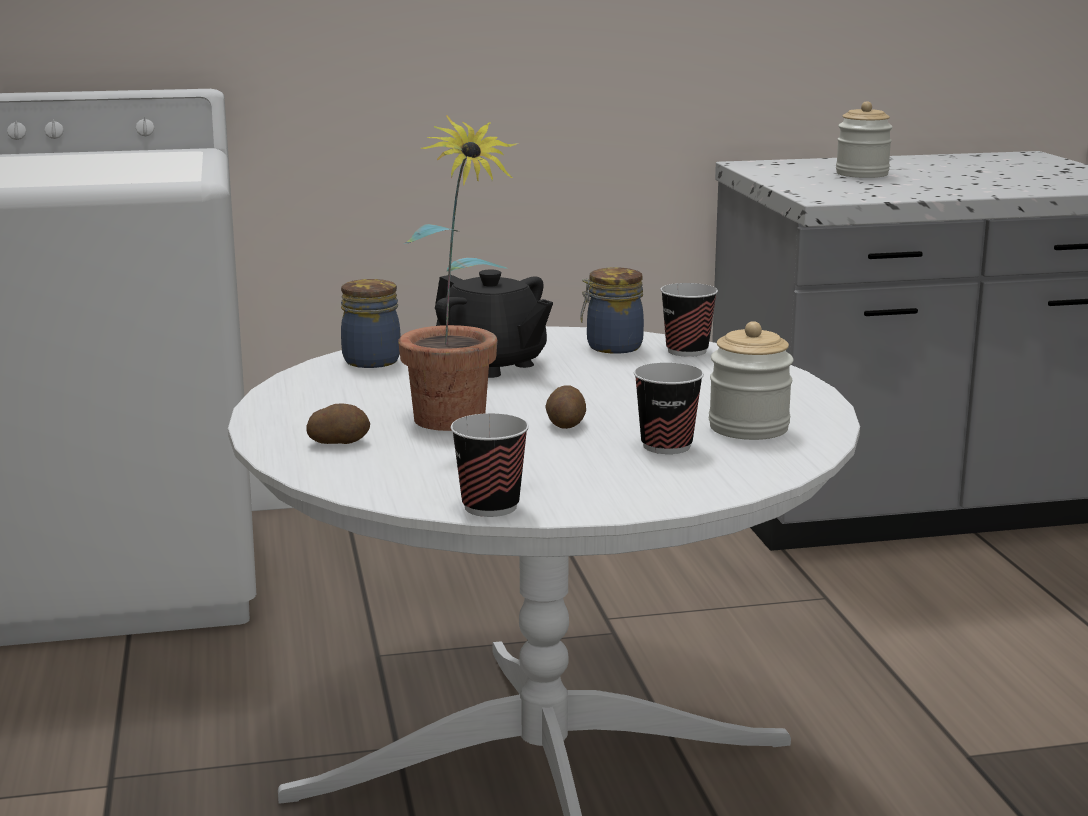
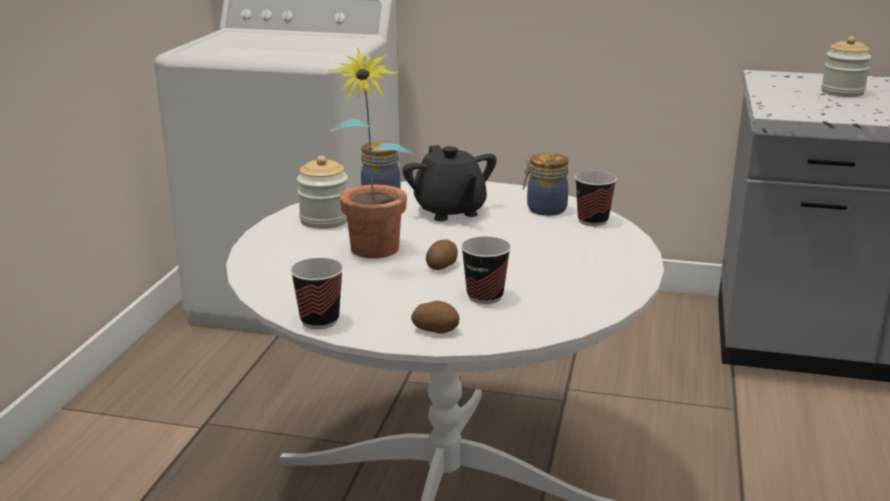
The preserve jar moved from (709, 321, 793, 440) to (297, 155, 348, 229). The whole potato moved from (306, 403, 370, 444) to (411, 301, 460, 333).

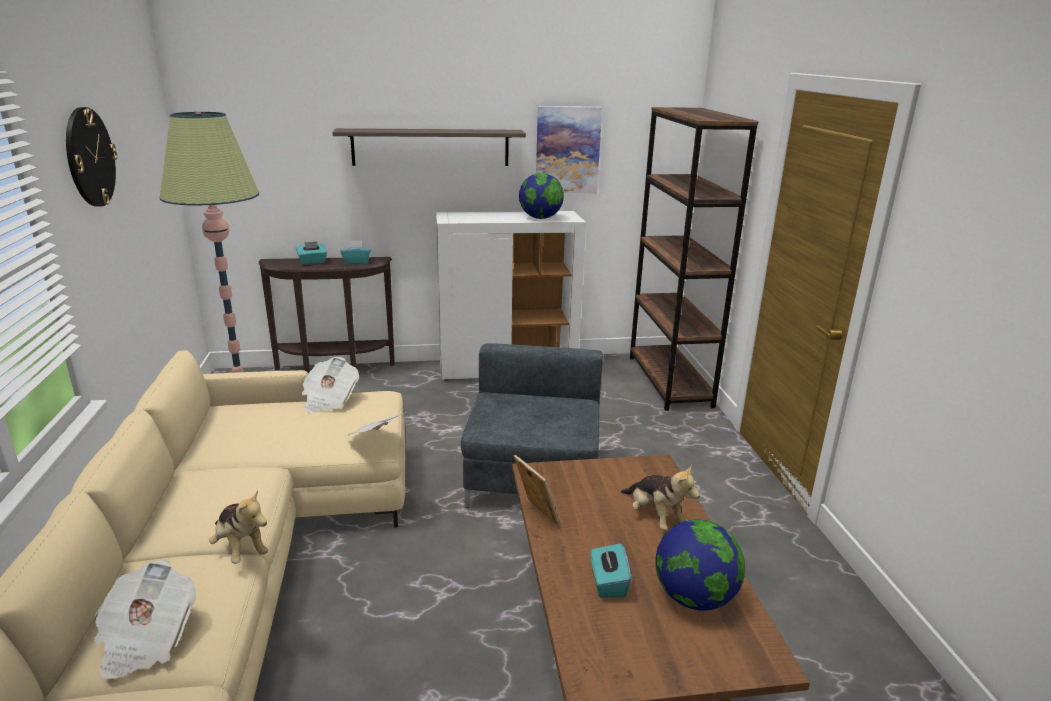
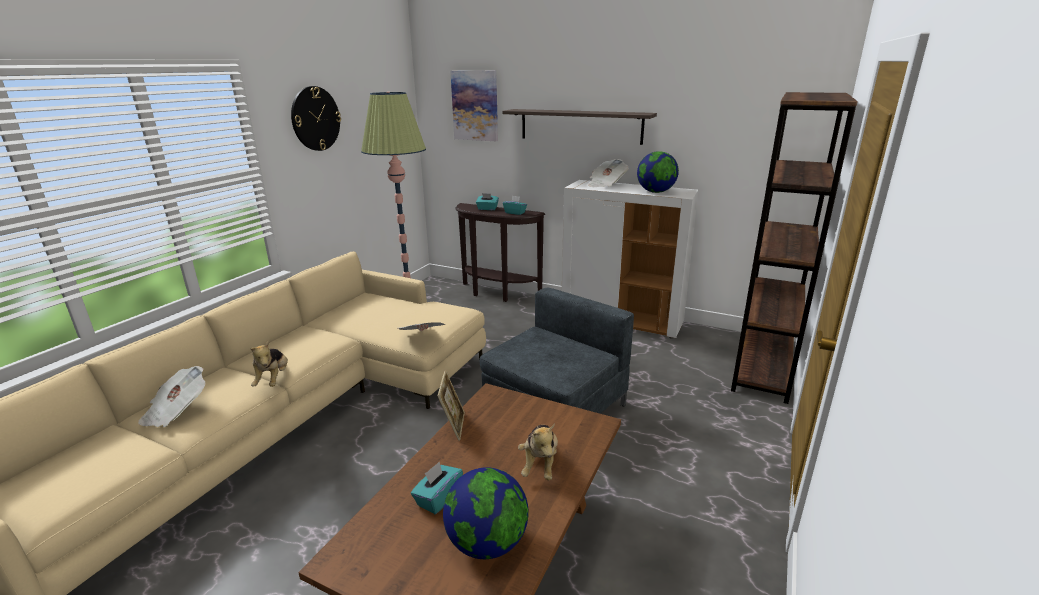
The wall picture moved from (536, 106, 602, 194) to (450, 70, 498, 141). The daily paper moved from (302, 357, 359, 413) to (588, 159, 628, 187).

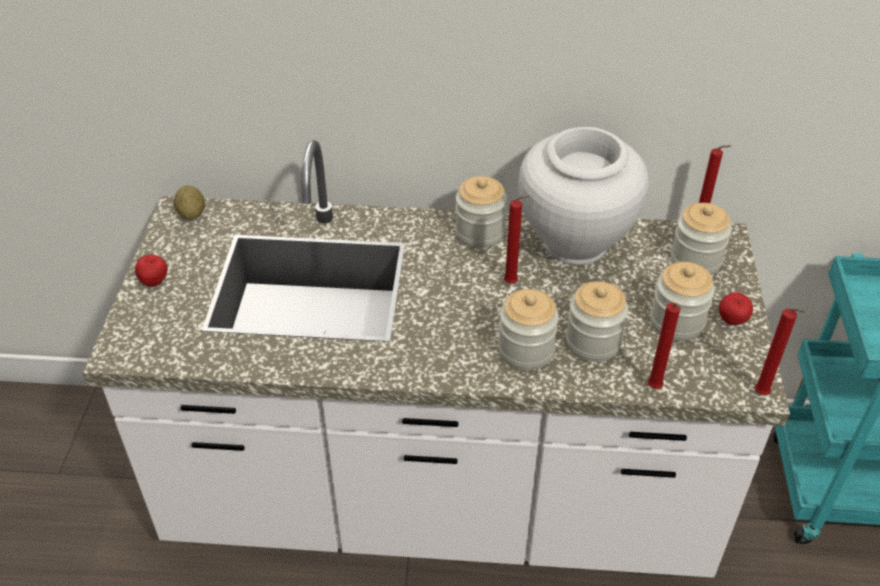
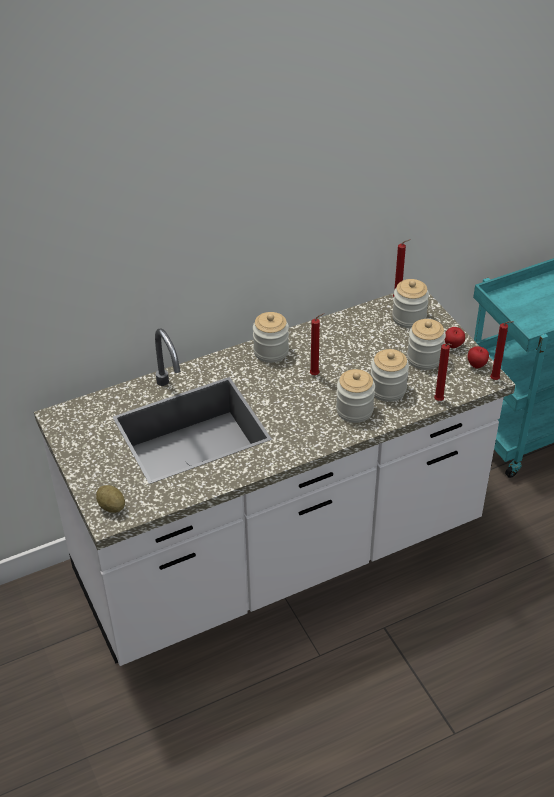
The white-coloured flower vase at (518, 127, 649, 265) disappeared. The whole potato moved from (174, 185, 205, 220) to (96, 485, 125, 513). The apple moved from (135, 255, 168, 287) to (467, 346, 489, 369).

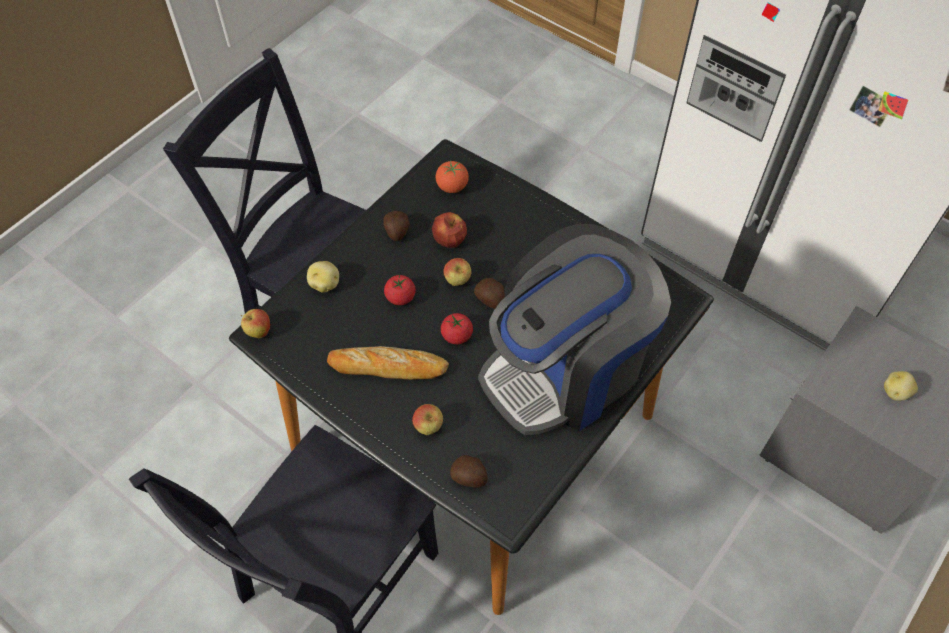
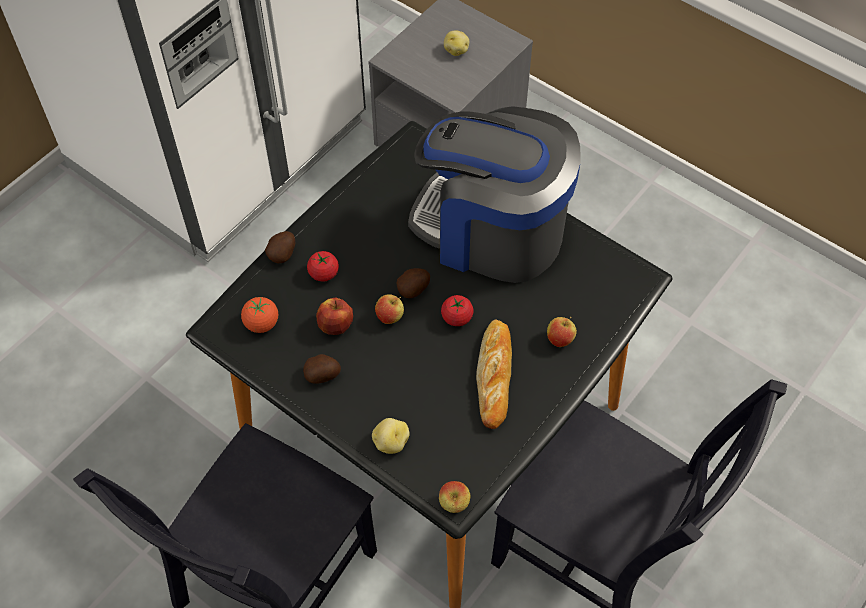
The coffee brewer at (478, 224, 671, 435) turned 150 degrees clockwise. The fresh tomato moved from (384, 275, 416, 305) to (307, 251, 339, 282). The whole potato moved from (450, 455, 488, 488) to (265, 231, 295, 263).

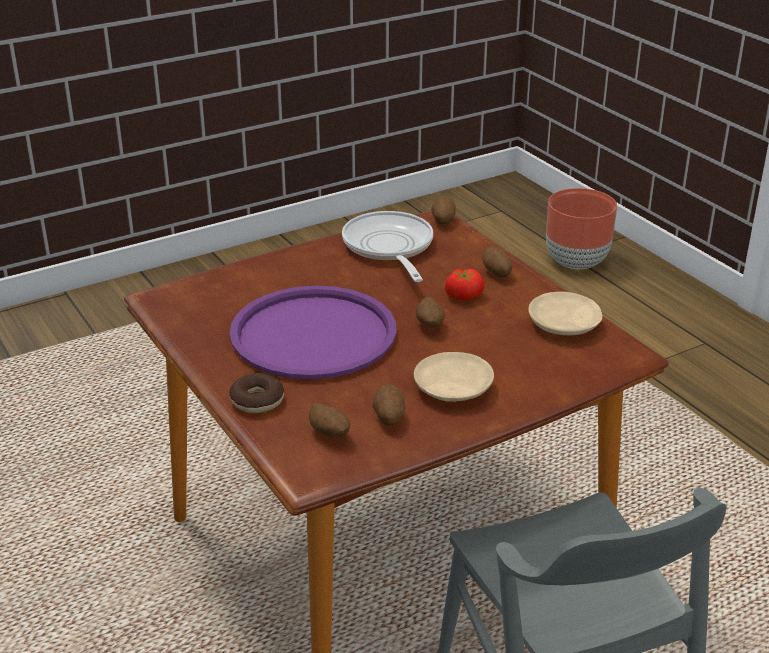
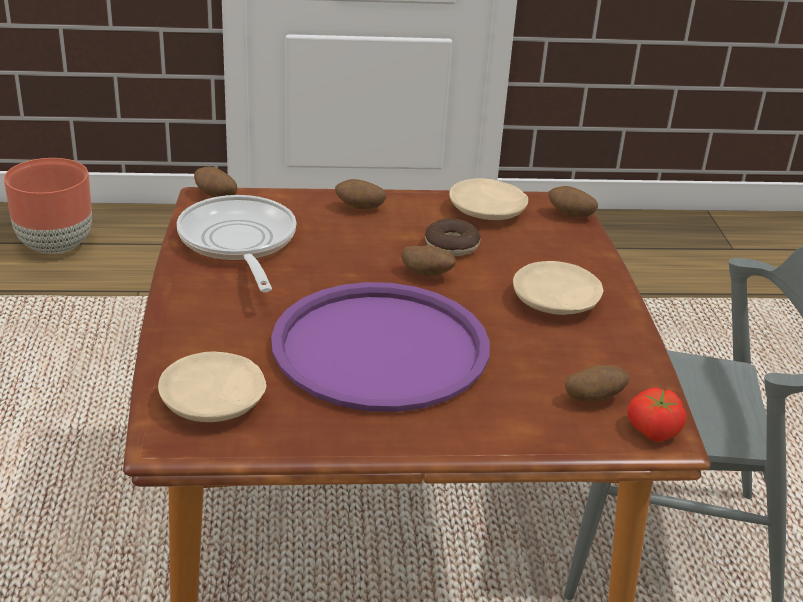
The pan at (342, 211, 433, 282) turned 60 degrees clockwise. The fresh tomato moved from (445, 269, 485, 300) to (627, 387, 687, 442). The donut moved from (229, 373, 284, 413) to (425, 219, 481, 256). The whole potato moved from (373, 384, 405, 426) to (548, 186, 598, 217). The beige flat dish at (158, 352, 266, 422) appeared.

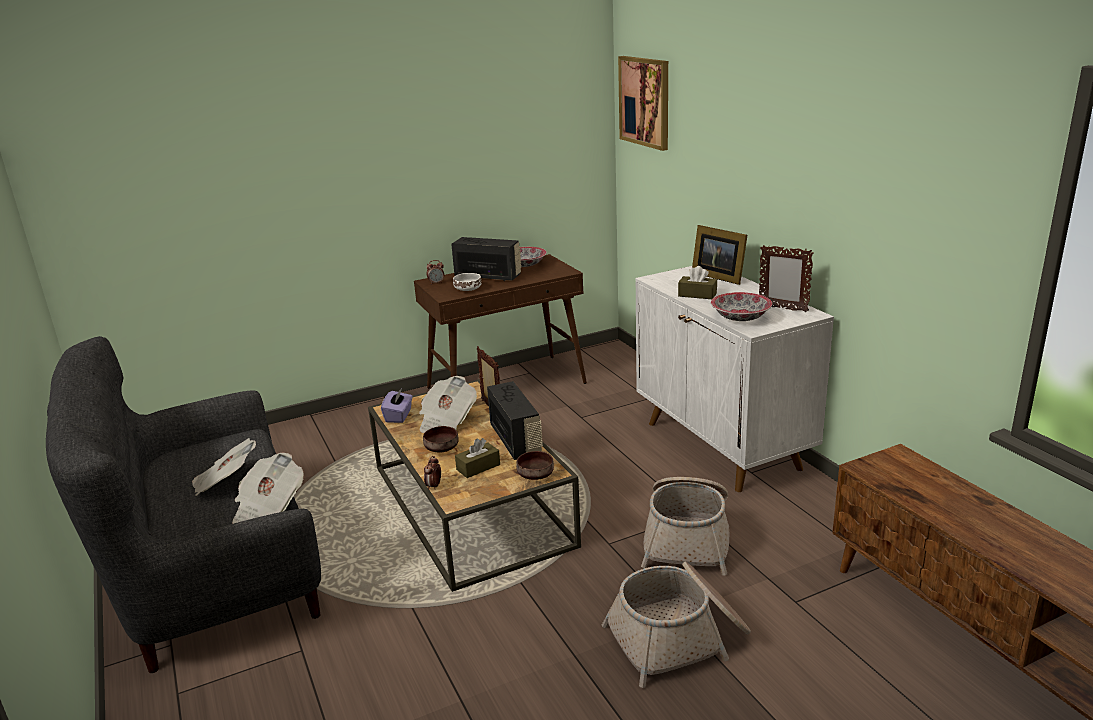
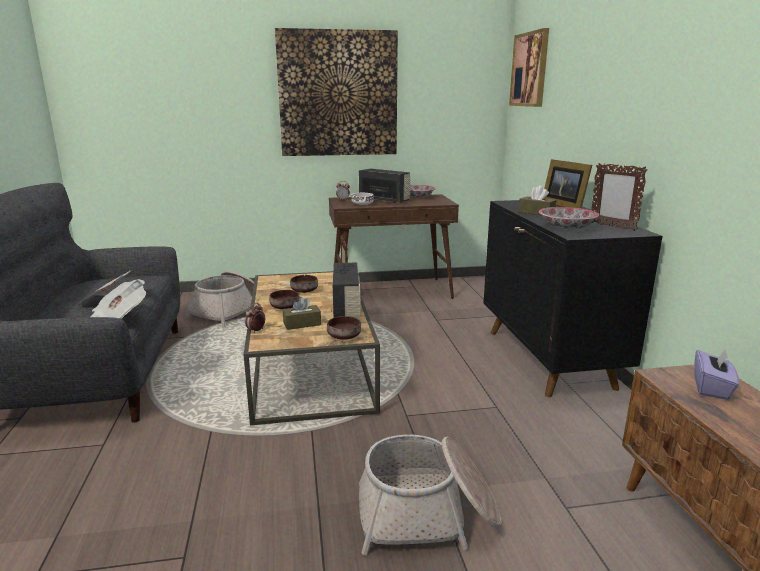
The white-coloured storage cabinet at (636, 266, 834, 492) became the blackish storage cabinet at (483, 200, 663, 397). The daily paper at (419, 376, 477, 433) was replaced by the brownish deep dish at (290, 275, 318, 293). The purple-coloured tissue holder moved from (381, 388, 413, 423) to (694, 349, 739, 400). The basket moved from (641, 477, 729, 576) to (185, 271, 254, 327). The wall picture at (275, 28, 398, 156) appeared.

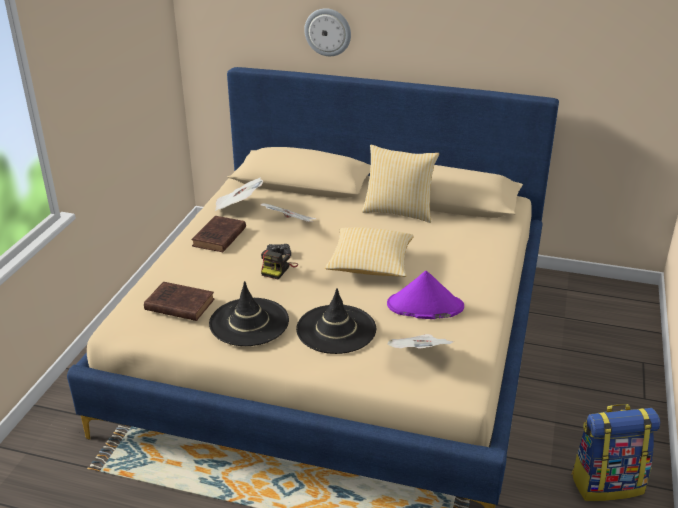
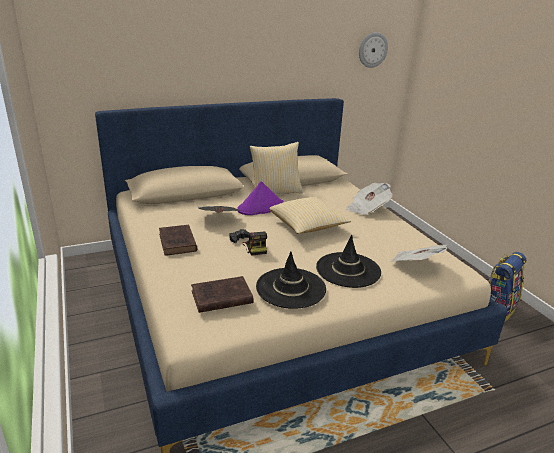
The clock on the wall moved from (304, 8, 351, 56) to (359, 32, 388, 68). The daily paper moved from (215, 178, 263, 211) to (346, 183, 392, 215). The purple-coloured clothing hat moved from (387, 271, 464, 319) to (237, 181, 284, 215).

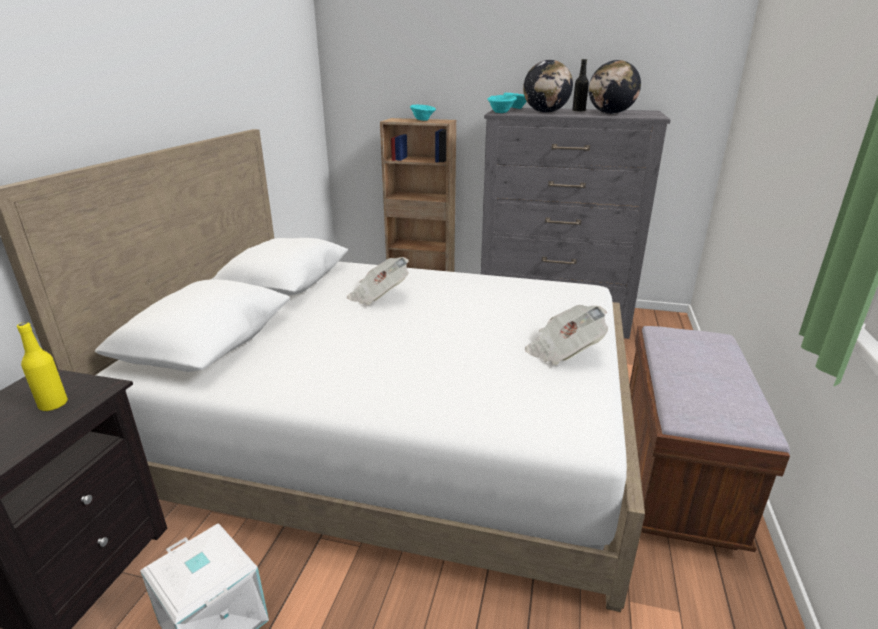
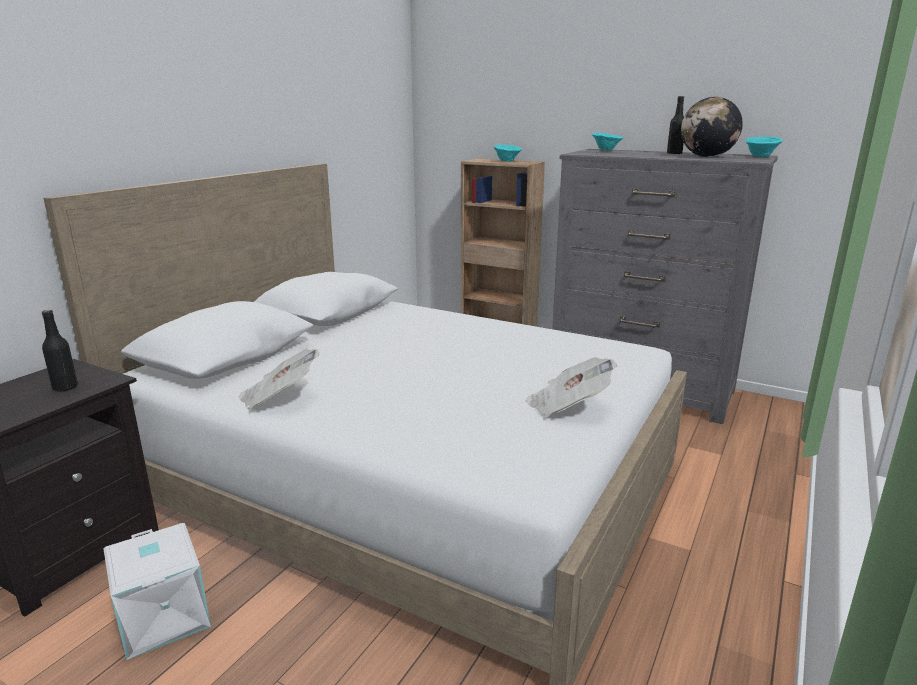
The globe at (523, 60, 573, 113) disappeared. The turquoise deep dish moved from (488, 95, 517, 113) to (745, 136, 783, 157). The daily paper moved from (347, 257, 409, 305) to (239, 349, 319, 409). The yellow drink bottle at (17, 322, 68, 411) became the blackish drink bottle at (42, 310, 78, 392). The brownish long seat at (630, 326, 790, 552) disappeared.

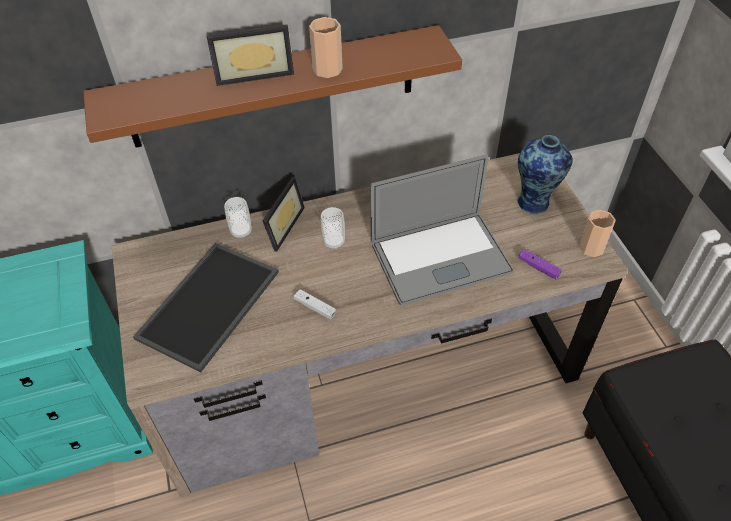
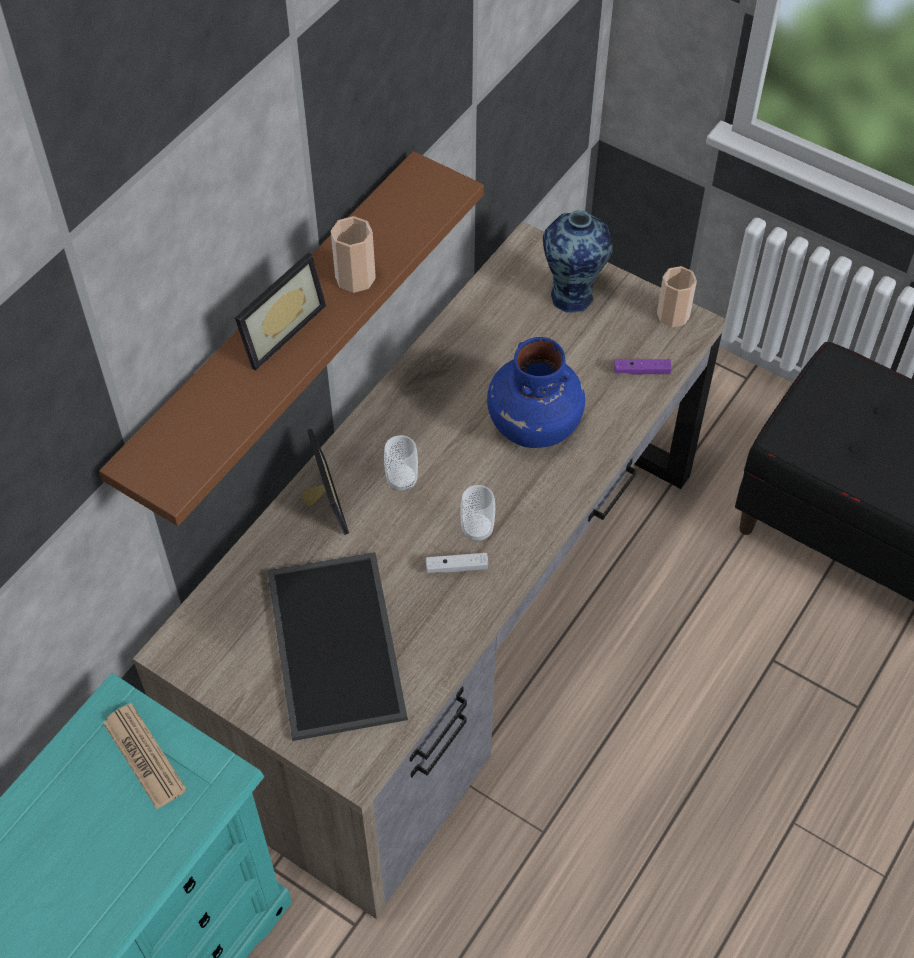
The portable computer at (370, 154, 514, 306) was replaced by the blue-coloured flower vase at (487, 337, 585, 448). The cup moved from (224, 197, 252, 239) to (460, 485, 495, 542). The daily paper at (103, 703, 187, 809) appeared.

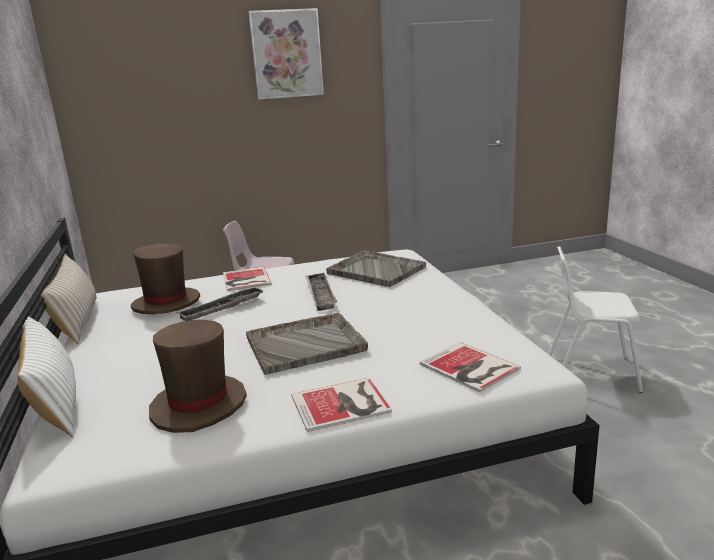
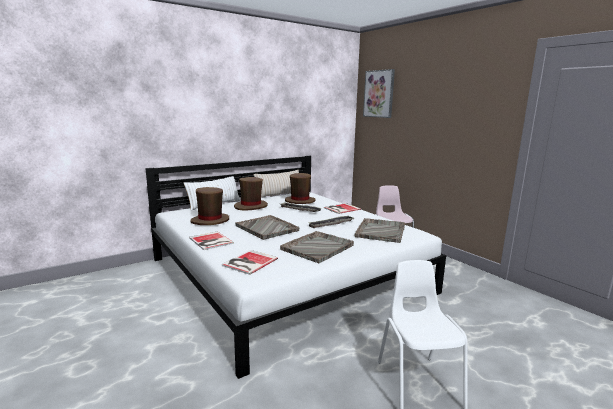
The wall picture moved from (248, 8, 324, 100) to (363, 69, 395, 118). The brownish clothing hat at (234, 177, 268, 211) appeared. The grey serving tray at (280, 231, 354, 263) appeared.

